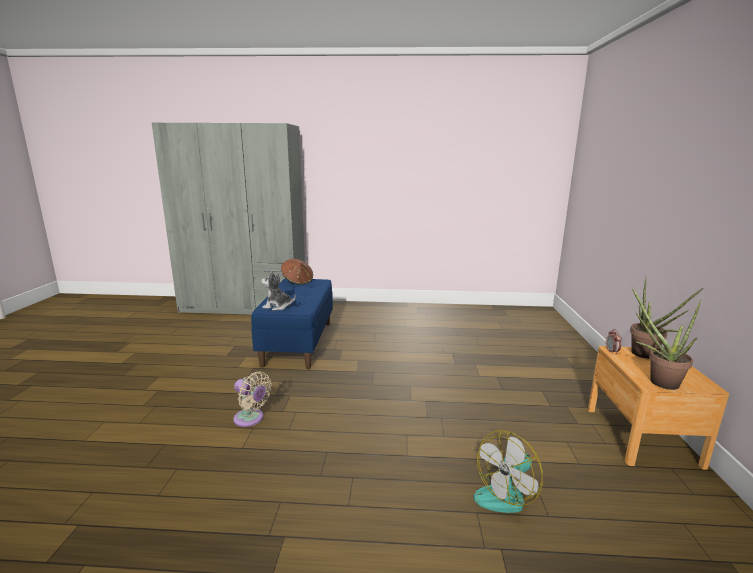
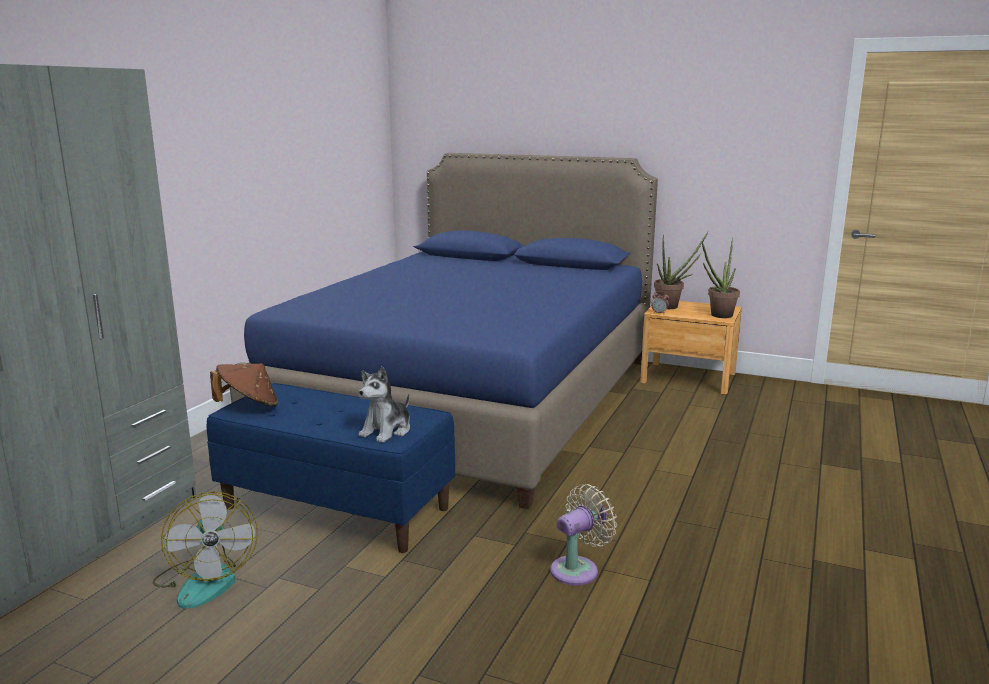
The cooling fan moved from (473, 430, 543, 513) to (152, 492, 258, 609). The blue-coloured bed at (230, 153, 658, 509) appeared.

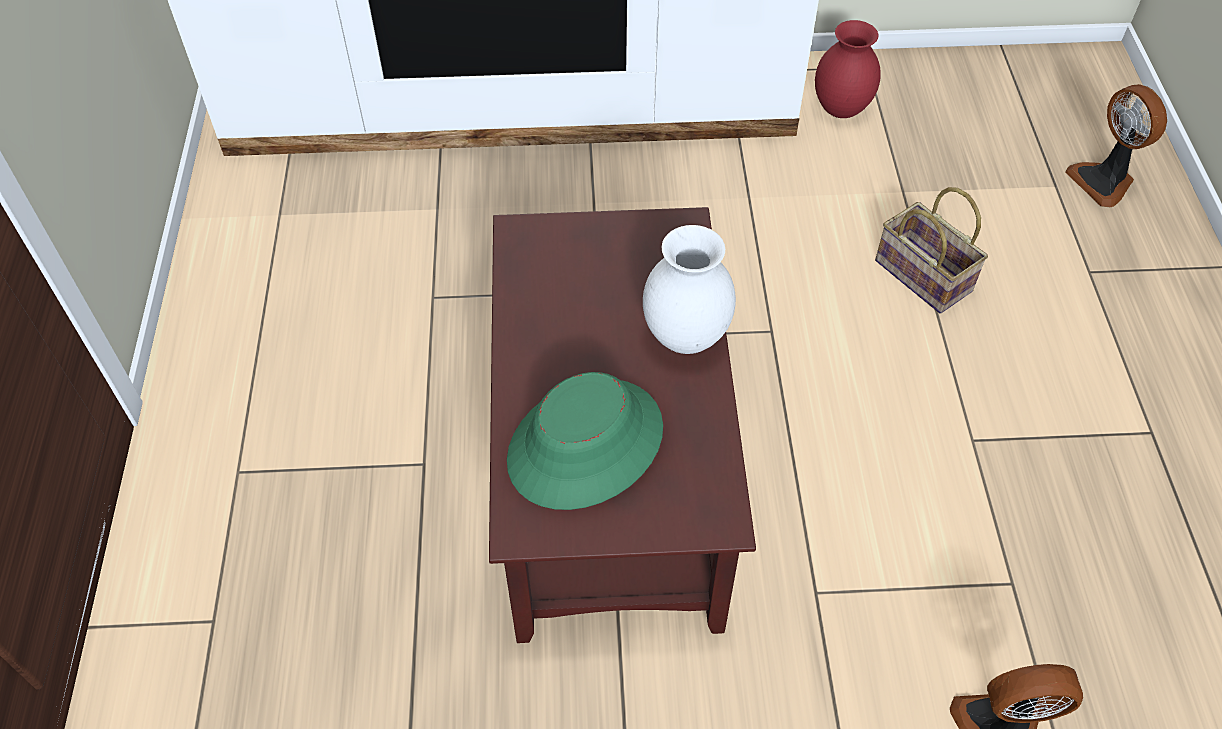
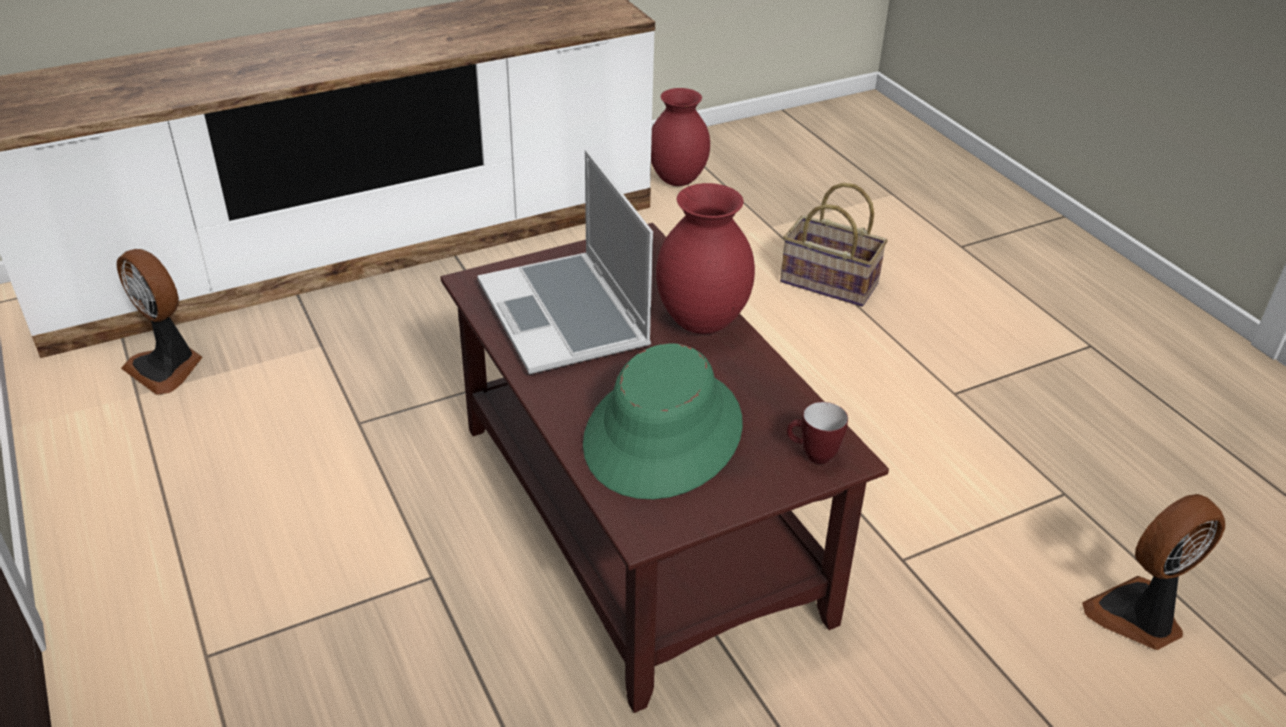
The cooling fan moved from (1065, 84, 1167, 207) to (117, 249, 203, 395). The white-coloured flower vase at (643, 225, 736, 354) became the reddish flower vase at (656, 183, 755, 334). The portable computer at (477, 150, 653, 374) appeared. The mug at (787, 402, 848, 464) appeared.

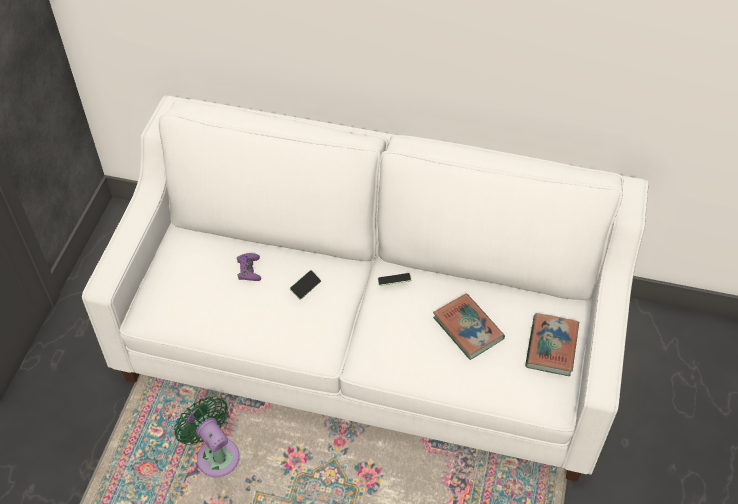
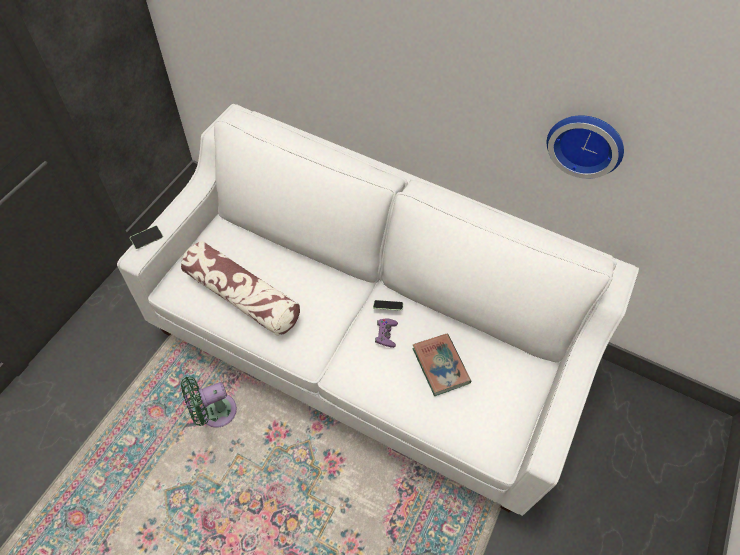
The purple-coloured game controller moved from (237, 253, 261, 281) to (375, 318, 398, 348). The phone moved from (290, 270, 321, 299) to (130, 226, 163, 249). The bound book at (525, 313, 579, 376) disappeared. The green cooling fan at (174, 396, 240, 477) turned 90 degrees counterclockwise. The clock on the wall at (547, 115, 624, 179) appeared. The cushion at (181, 242, 300, 336) appeared.

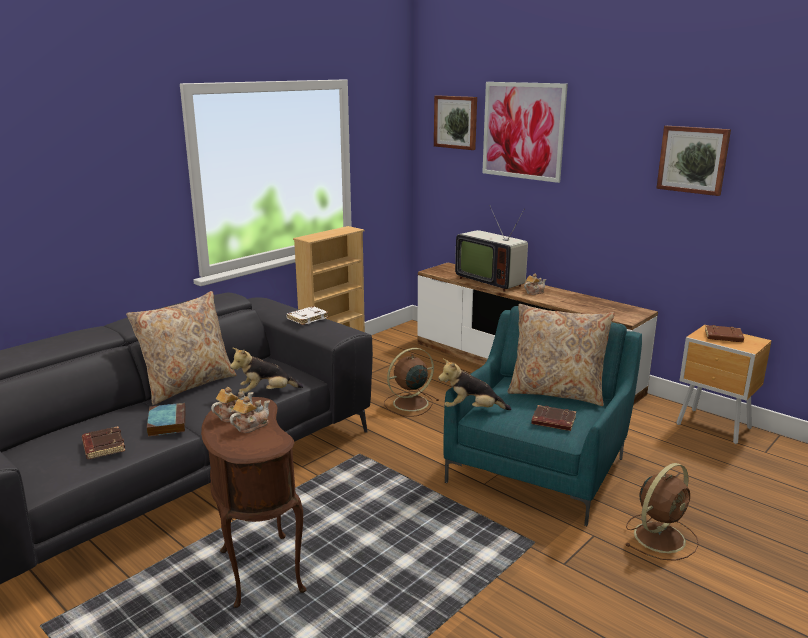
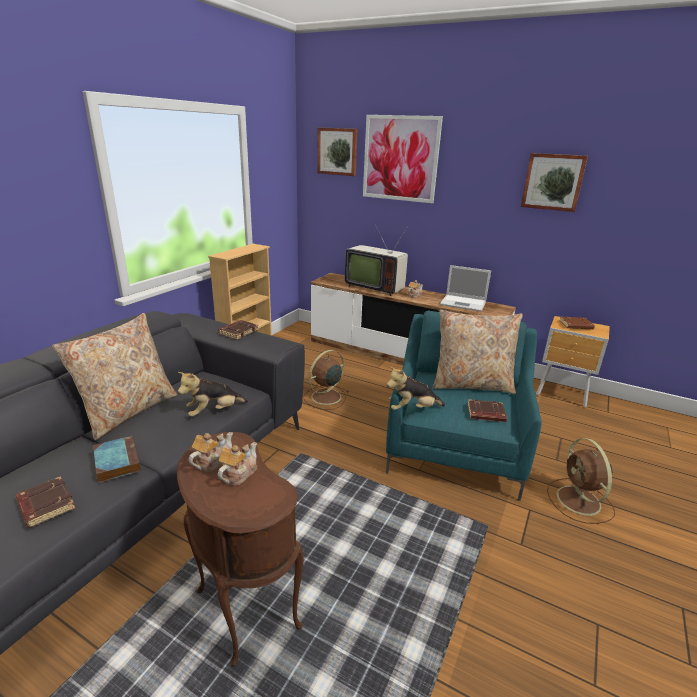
The white-coloured bound book at (286, 306, 329, 325) became the brownish bound book at (218, 320, 259, 340). The brownish cooling fan at (626, 463, 699, 561) turned 135 degrees clockwise. The portable computer at (440, 265, 491, 312) appeared.

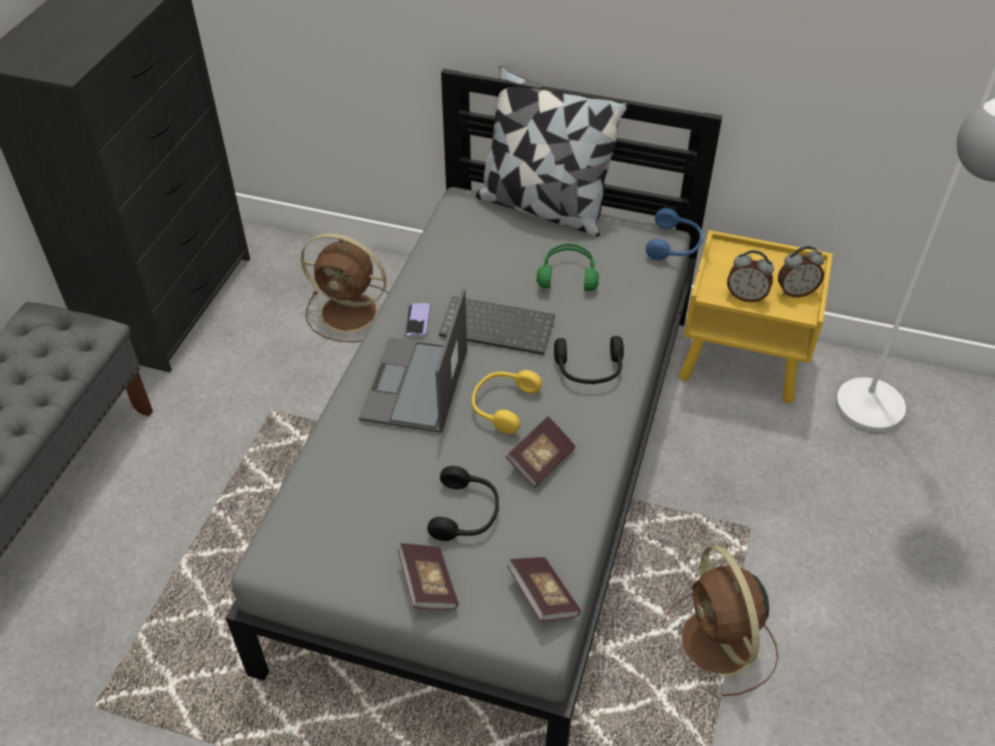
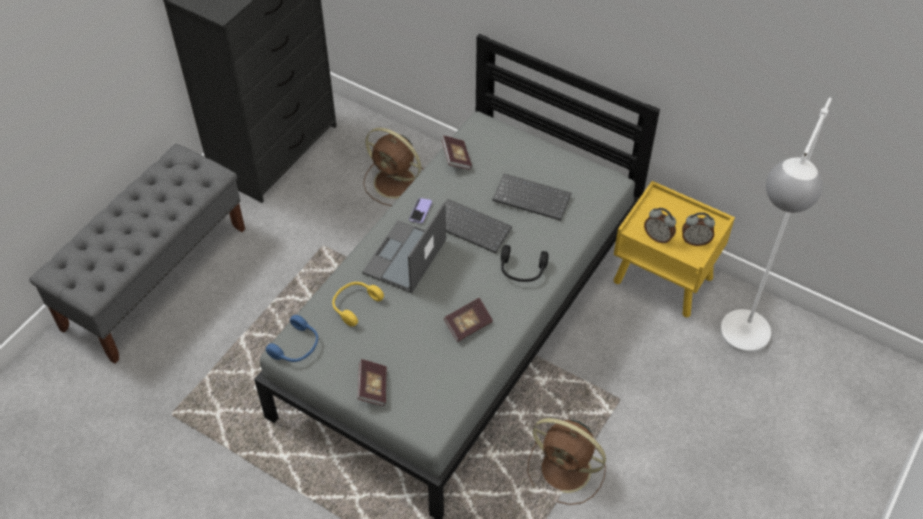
The cushion at (476, 66, 628, 237) disappeared. The blue-coloured headset moved from (646, 208, 703, 260) to (266, 315, 318, 362). The green headset at (537, 243, 599, 291) was replaced by the PC keyboard at (492, 174, 572, 221). The yellow headset moved from (472, 370, 542, 434) to (332, 282, 384, 327). The blackish headset at (427, 466, 499, 541) disappeared. The brownish cooling fan at (662, 545, 778, 696) turned 60 degrees counterclockwise. The bound book moved from (507, 557, 581, 622) to (442, 135, 472, 170).

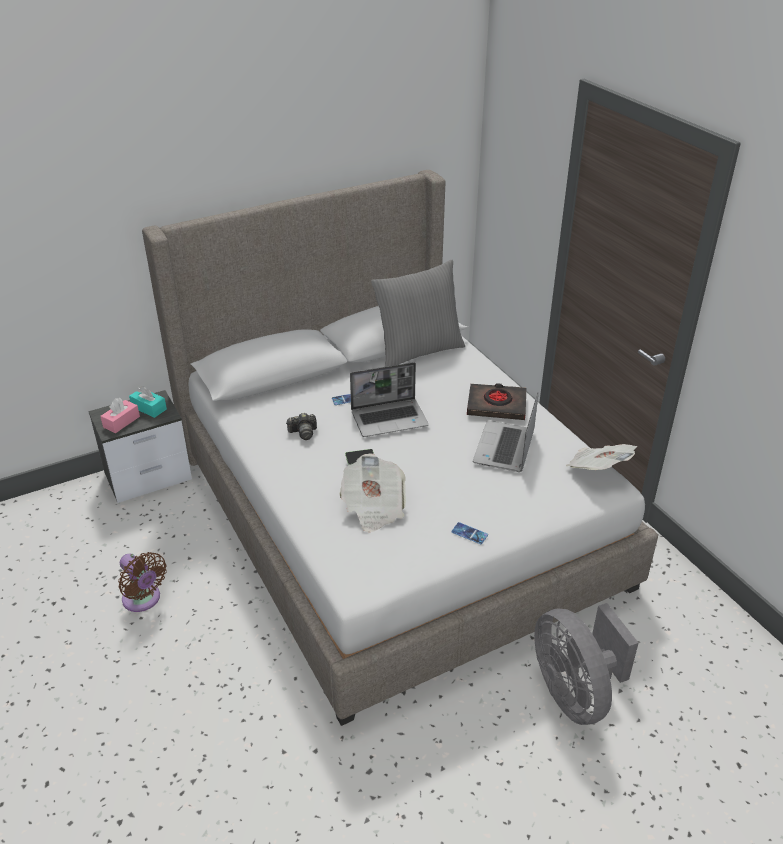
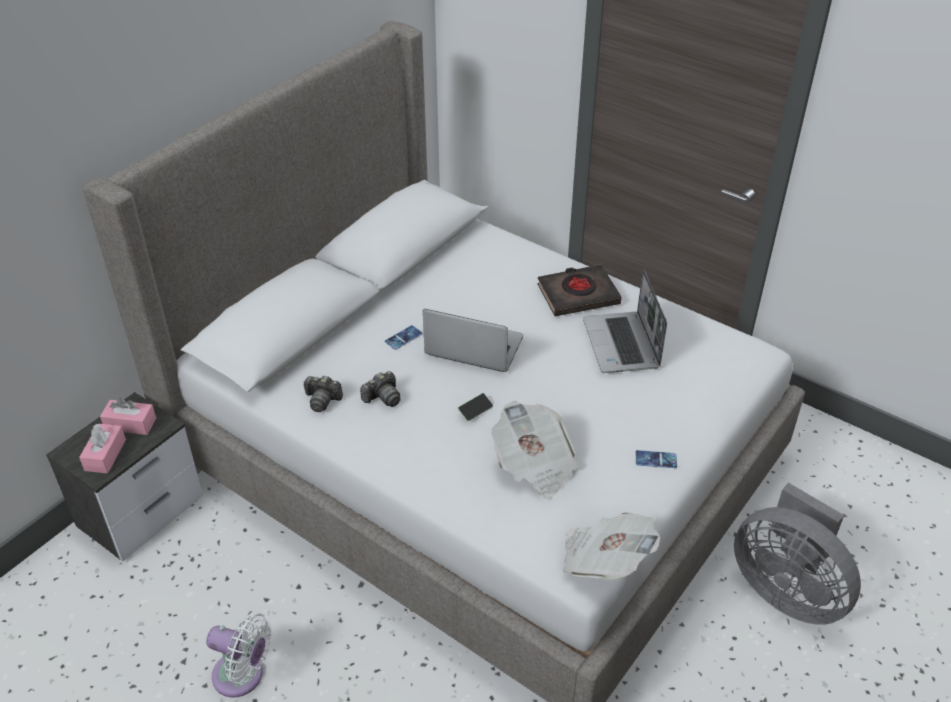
The grey cushion at (371, 260, 465, 367) disappeared. The portable computer at (350, 362, 429, 437) turned 120 degrees counterclockwise. The turquoise tissue holder at (129, 386, 167, 418) became the pink tissue holder at (100, 398, 156, 435). The daily paper moved from (566, 444, 637, 470) to (563, 512, 660, 580). The brownish cooling fan at (118, 552, 167, 612) became the white-coloured cooling fan at (206, 613, 272, 697). The photo camera at (303, 376, 343, 412) appeared.

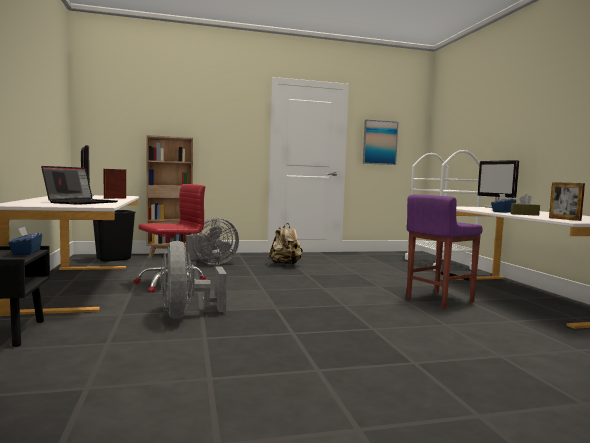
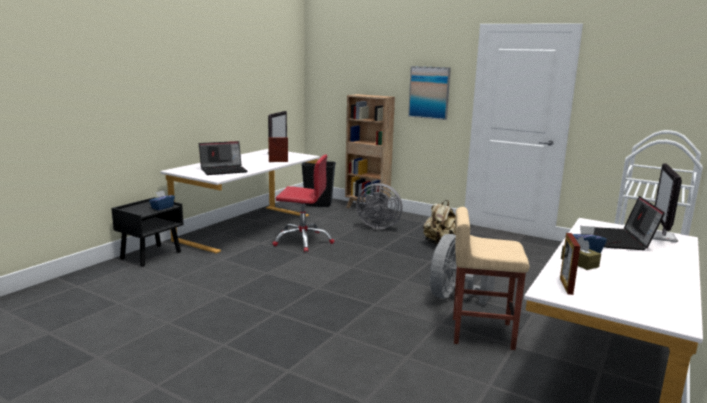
The wall picture moved from (363, 120, 398, 165) to (408, 66, 451, 120). The purple-coloured stool seat at (407, 194, 483, 309) became the beige stool seat at (453, 207, 529, 350). The grey cooling fan moved from (160, 241, 227, 318) to (430, 234, 495, 304). The portable computer at (594, 196, 665, 250) appeared.

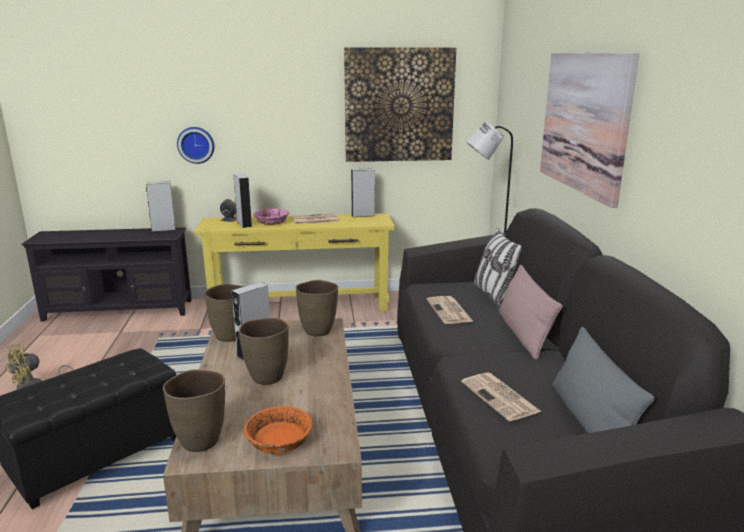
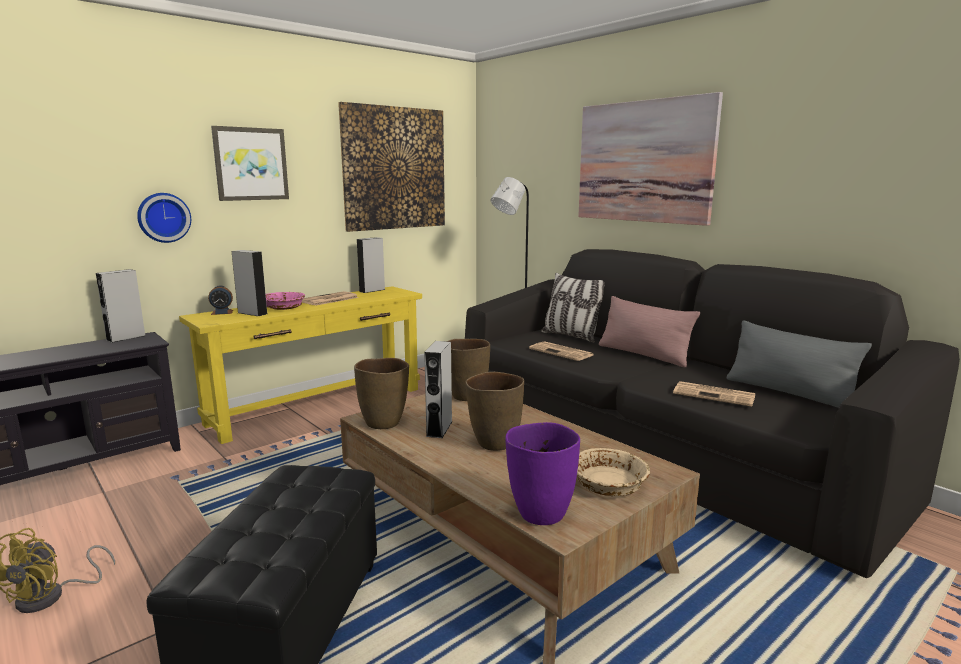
The brownish flower vase at (163, 369, 225, 452) became the purple-coloured flower vase at (505, 422, 580, 525). The orangey deep dish at (244, 406, 313, 454) became the beige deep dish at (577, 448, 650, 496). The wall picture at (211, 126, 289, 201) appeared.

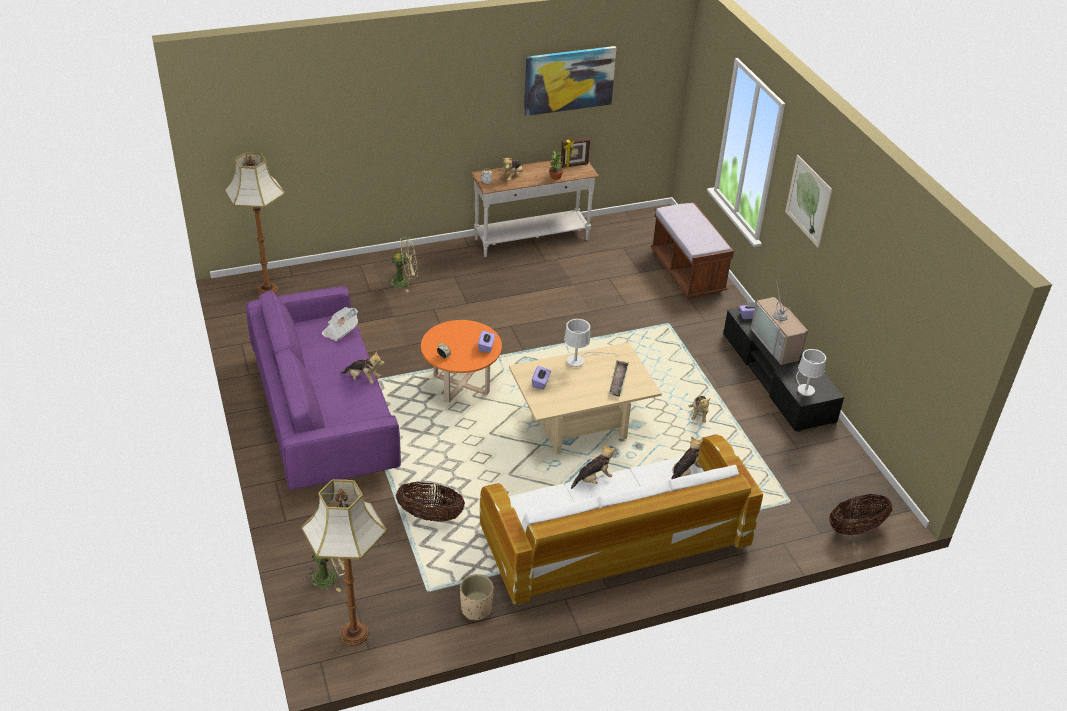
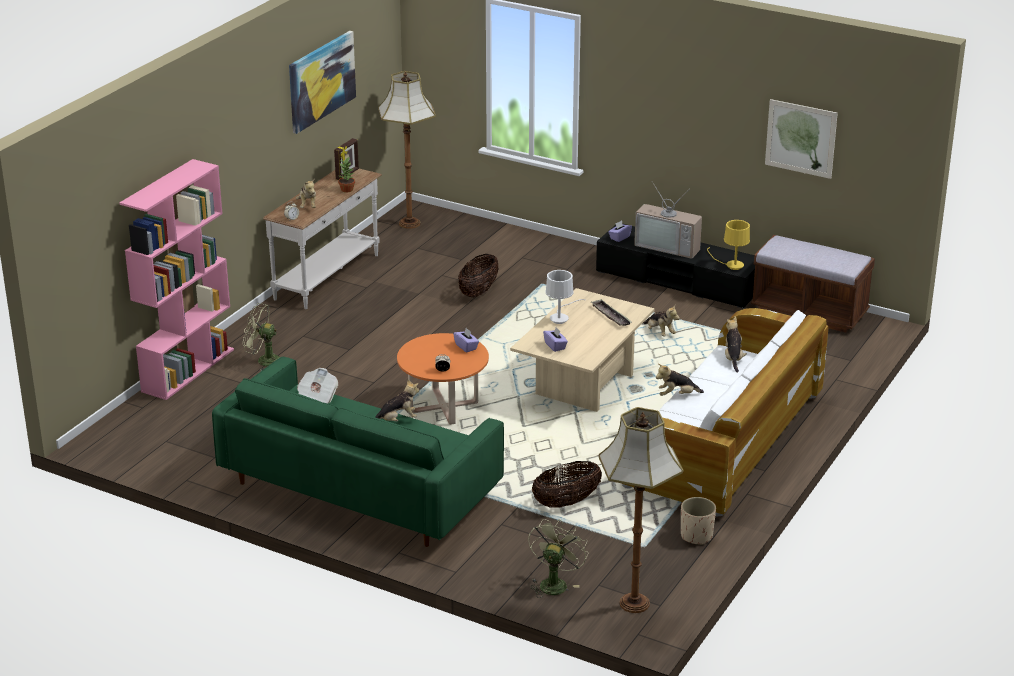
The floor lamp moved from (224, 152, 285, 295) to (378, 71, 436, 229). The wall picture moved from (785, 155, 832, 248) to (765, 99, 838, 179). The brownish long seat moved from (651, 202, 734, 298) to (751, 235, 875, 333). The green cooling fan at (385, 237, 418, 292) turned 120 degrees counterclockwise. The purple-coloured settee at (246, 286, 401, 490) became the green settee at (212, 356, 504, 547). The white-coloured tabletop lamp at (796, 349, 827, 396) became the yellow tabletop lamp at (707, 220, 750, 270). The plush toy at (571, 443, 615, 489) turned 120 degrees counterclockwise. The basket moved from (829, 494, 892, 535) to (458, 254, 499, 297). The pink bookshelf at (119, 159, 234, 400) appeared.

